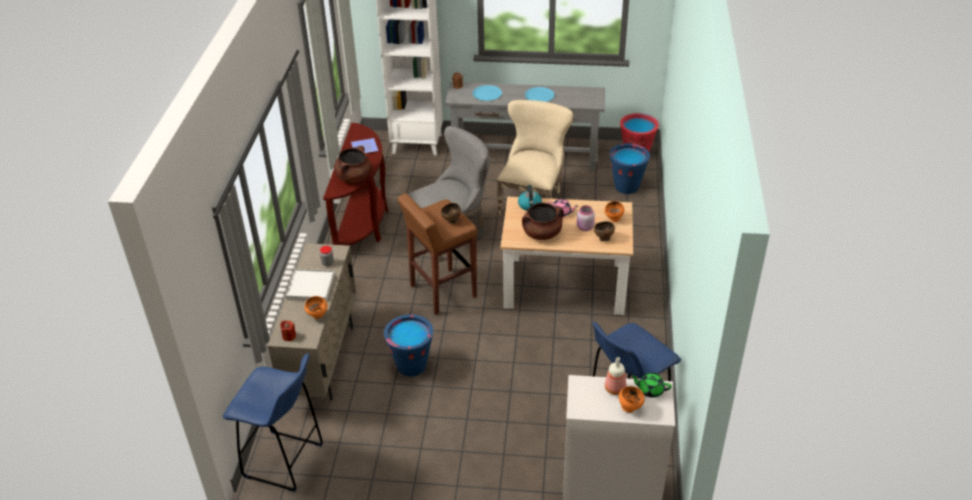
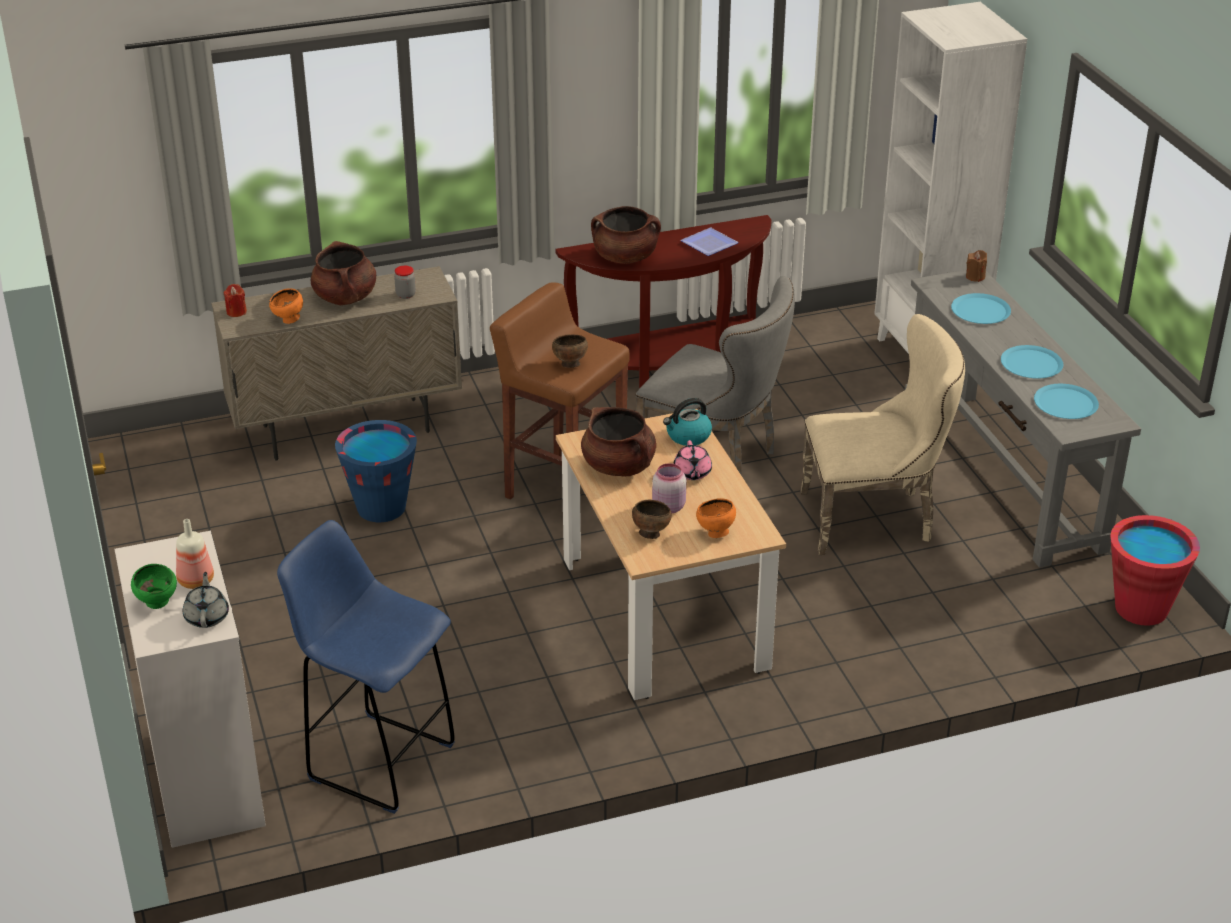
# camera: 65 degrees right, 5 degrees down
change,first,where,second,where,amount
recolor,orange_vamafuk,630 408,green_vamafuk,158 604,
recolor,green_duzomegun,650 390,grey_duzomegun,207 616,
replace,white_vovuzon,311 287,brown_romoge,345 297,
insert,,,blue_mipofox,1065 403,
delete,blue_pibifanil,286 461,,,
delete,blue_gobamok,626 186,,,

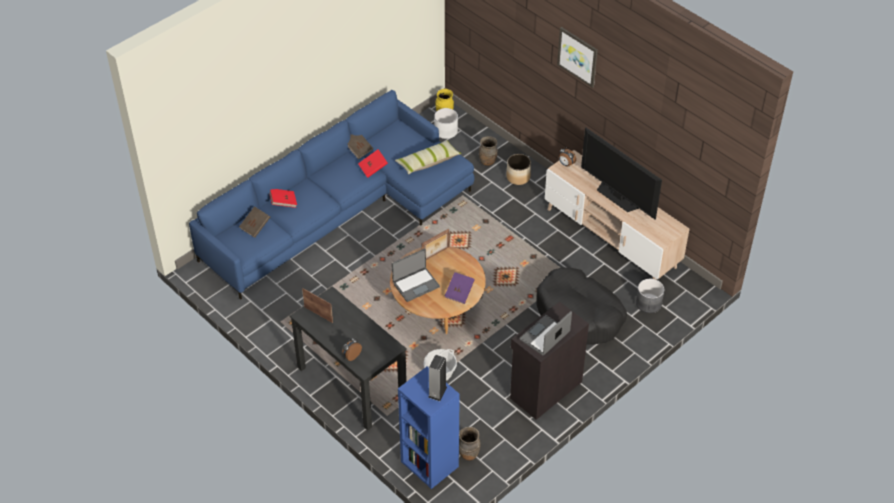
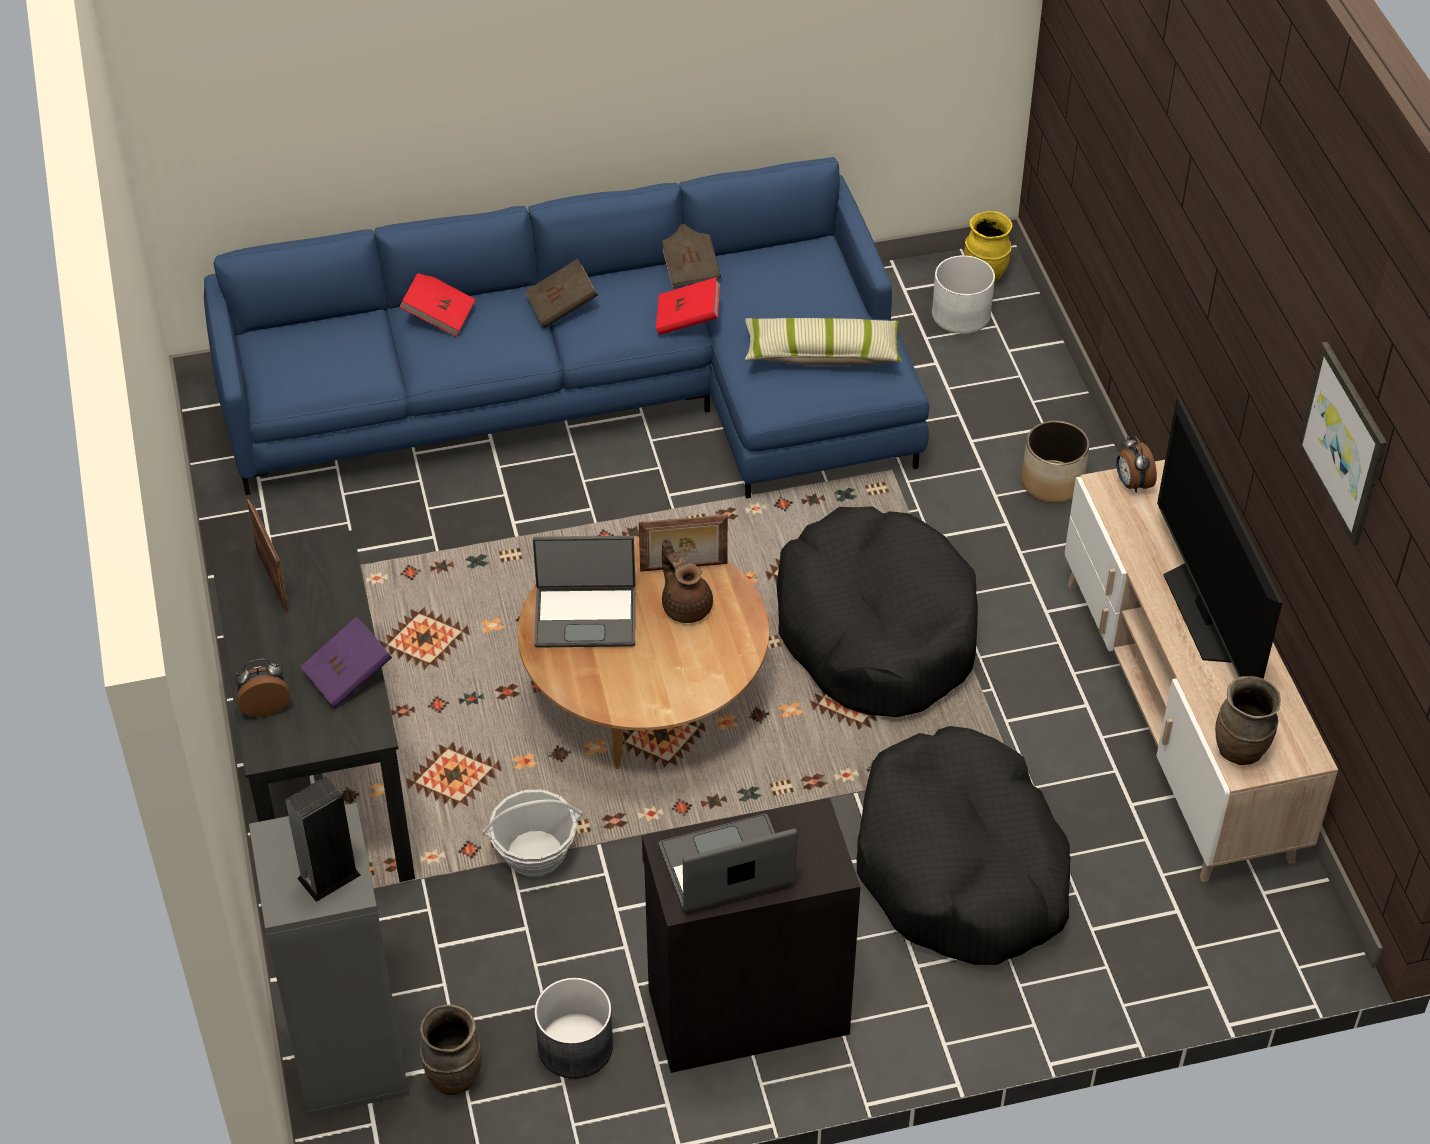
# camera: 30 degrees right, 0 degrees up
change,first,where,second,where,amount
recolor,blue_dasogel,429 464,grey_dasogel,348 1054,
move,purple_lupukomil,459 292,,348 676,
move,brown_lupukomil,255 227,,562 307,
move,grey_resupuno,648 303,,575 1045,
insert,,,brown_duzomegun,686 605,
insert,,,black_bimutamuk,876 631,
move,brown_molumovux,488 162,,1240 751,
move,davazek,578 56,,1345 442,

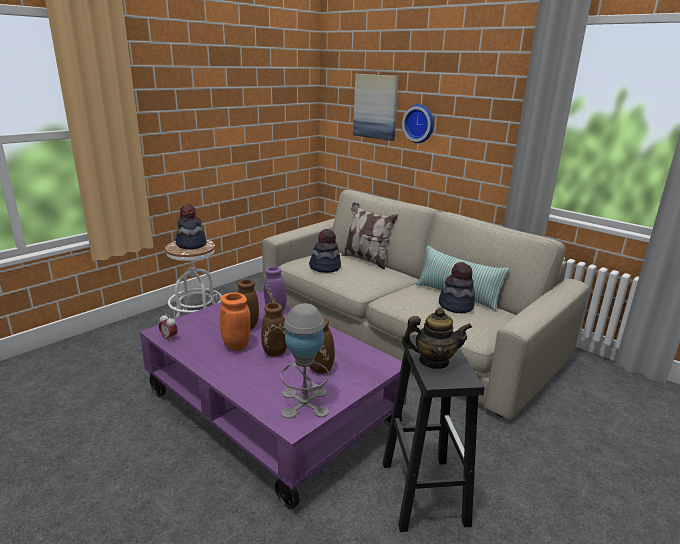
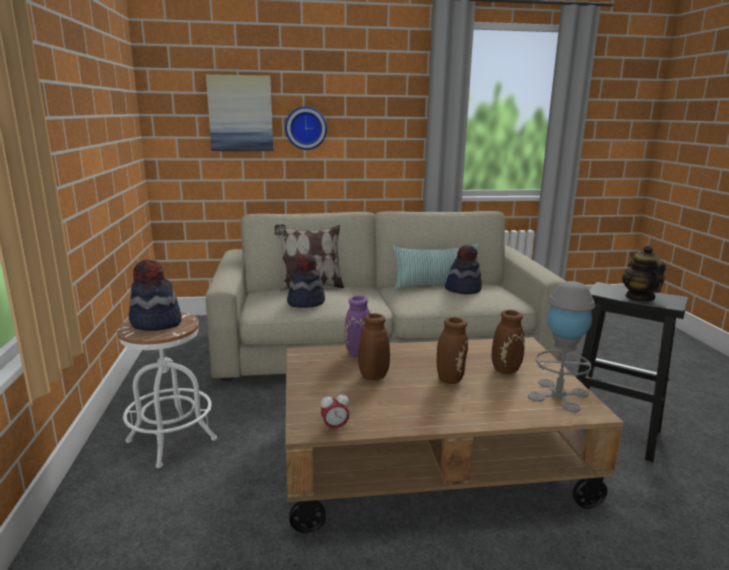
# camera: 50 degrees left, 5 degrees down
change,first,where,second,where,amount
recolor,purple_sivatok,271 408,brown_sivatok,428 458,
rotate,duzomegun,433 361,,639 297,45 degrees counterclockwise
delete,orange_molumovux,235 345,,,

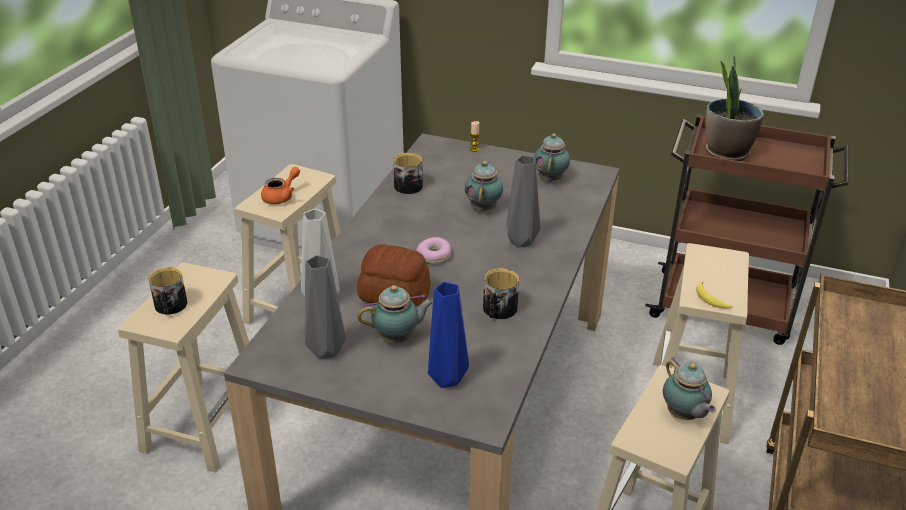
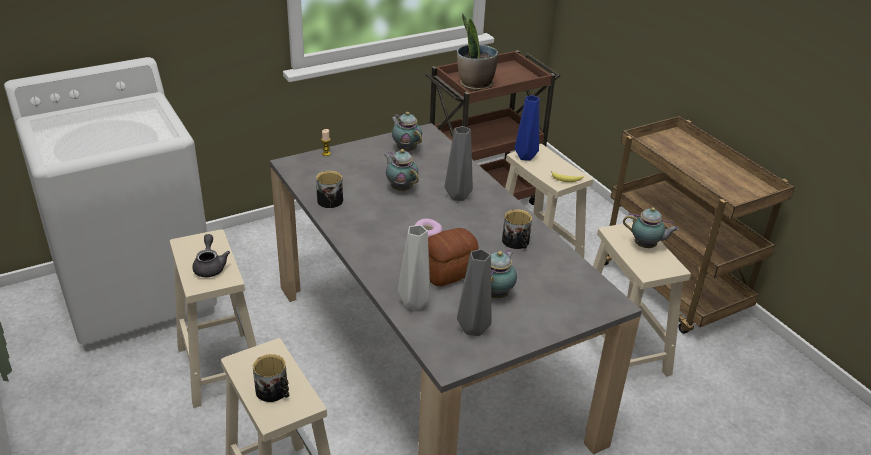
# camera: 50 degrees left, 0 degrees up
change,first,where,second,where,amount
recolor,orange_duzomegun,281 196,grey_duzomegun,210 266,
move,blue_molumovux,447 378,,525 156,

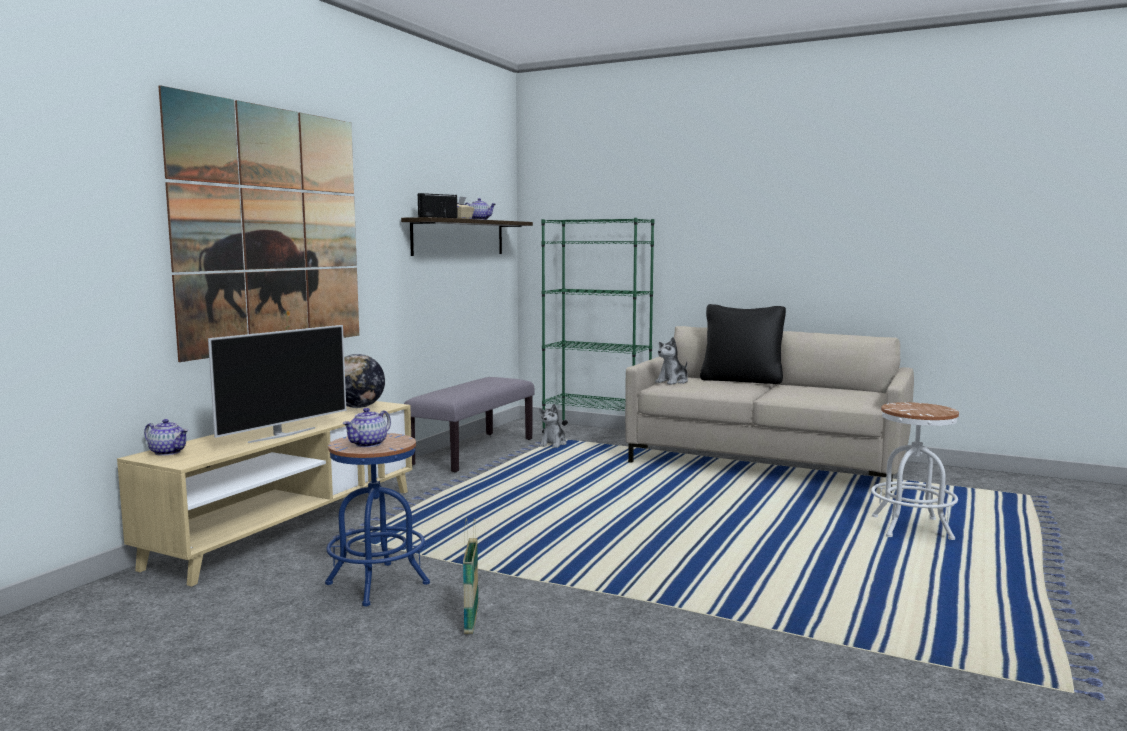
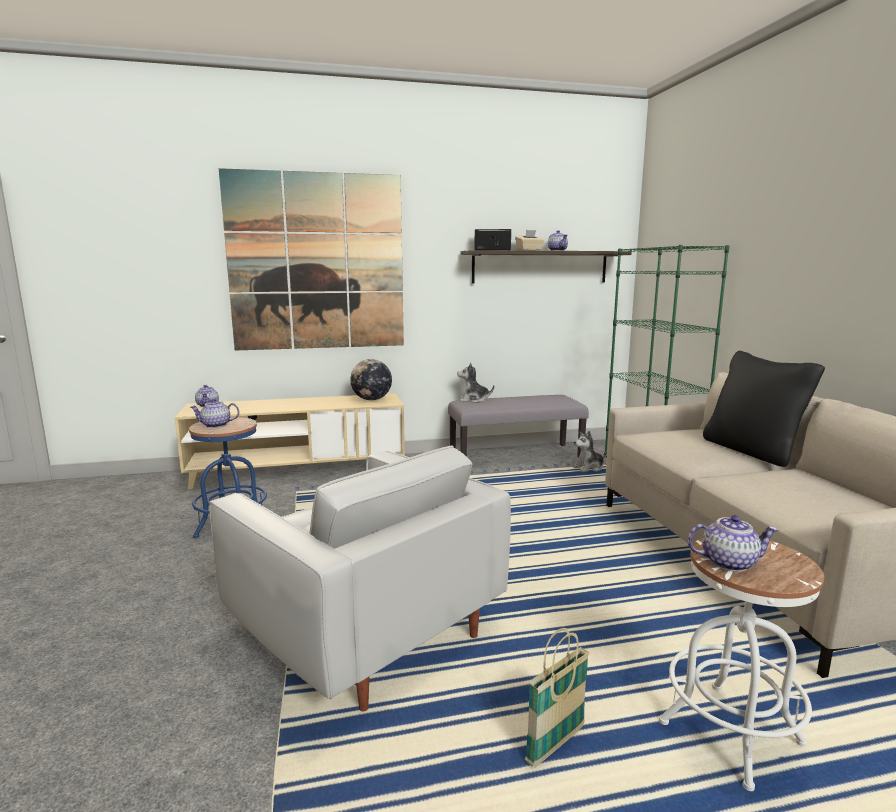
# camera: 50 degrees right, 5 degrees up
change,first,where,second,where,amount
insert,,,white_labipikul,363 628,
move,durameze,672 382,,473 400,
move,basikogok,471 620,,555 744,
insert,,,duzomegun,729 562,
delete,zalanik,281 435,,,

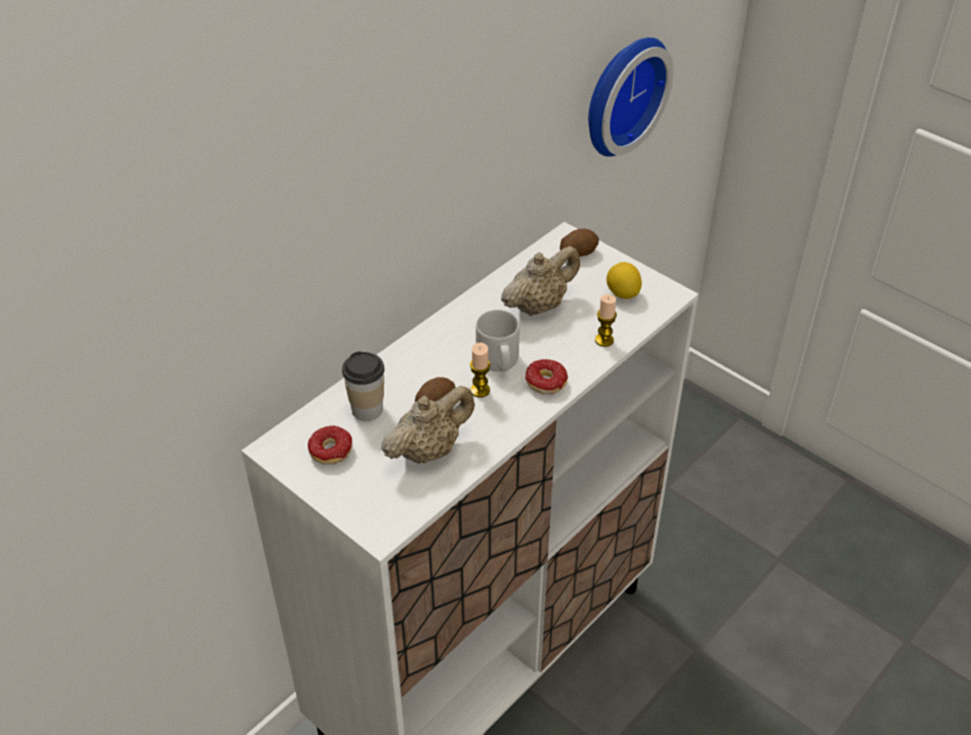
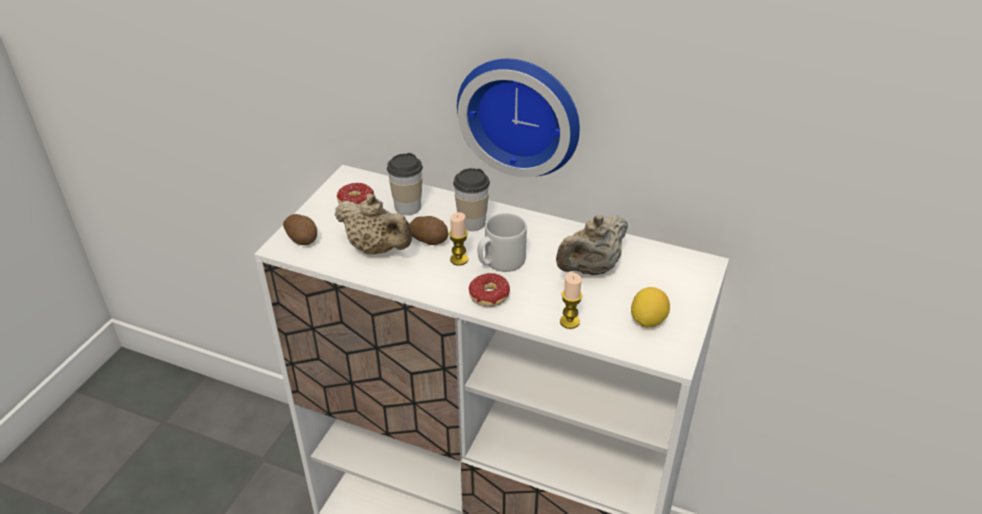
# camera: 70 degrees right, 5 degrees down
change,first,where,second,where,amount
move,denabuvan,577 252,,303 238,
insert,,,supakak,472 223,
move,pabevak,620 93,,521 114,
rotate,beige_duzomegun,539 305,,591 269,105 degrees clockwise

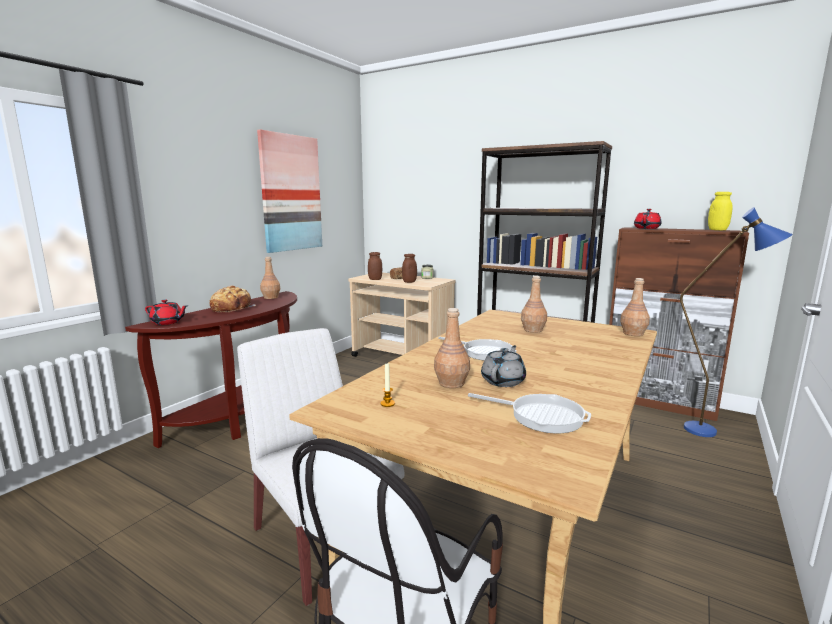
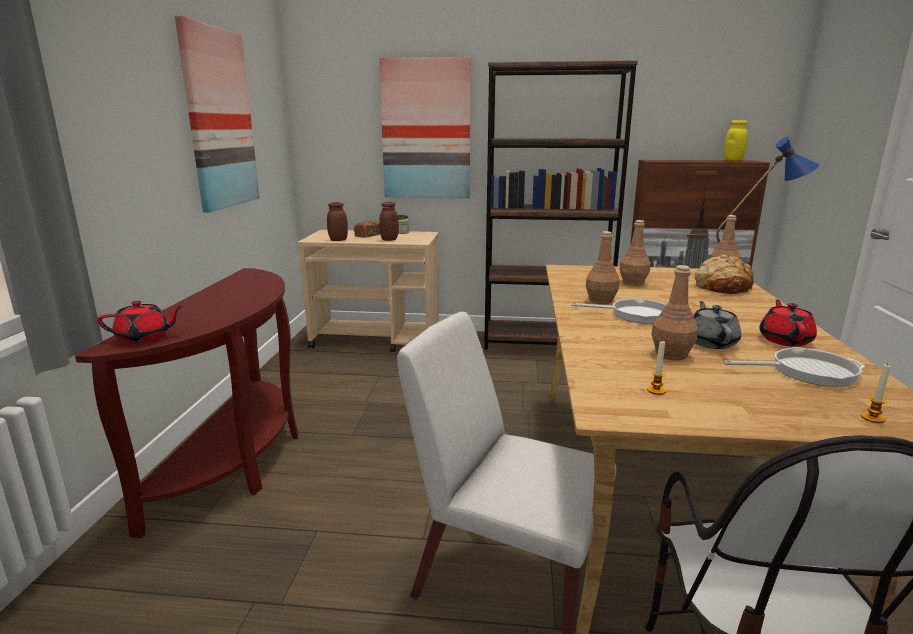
# camera: 25 degrees left, 5 degrees up
change,first,where,second,where,amount
insert,,,davazek,426 130,
move,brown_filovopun,270 297,,600 301,
move,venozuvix,232 308,,722 286,
move,red_duzomegun,647 228,,785 340,
insert,,,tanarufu,872 418,

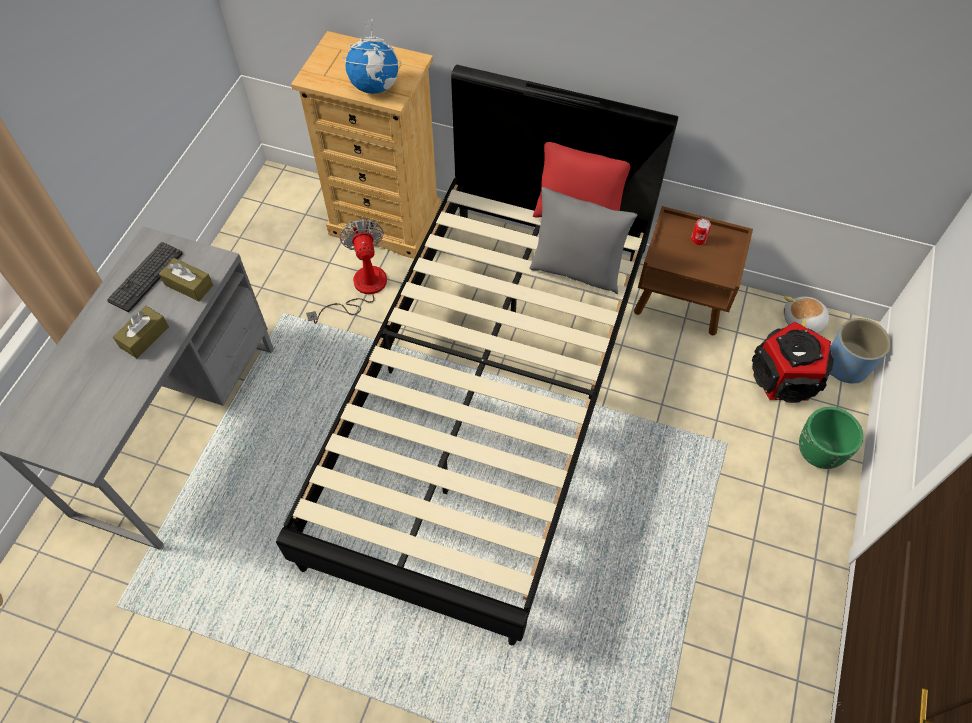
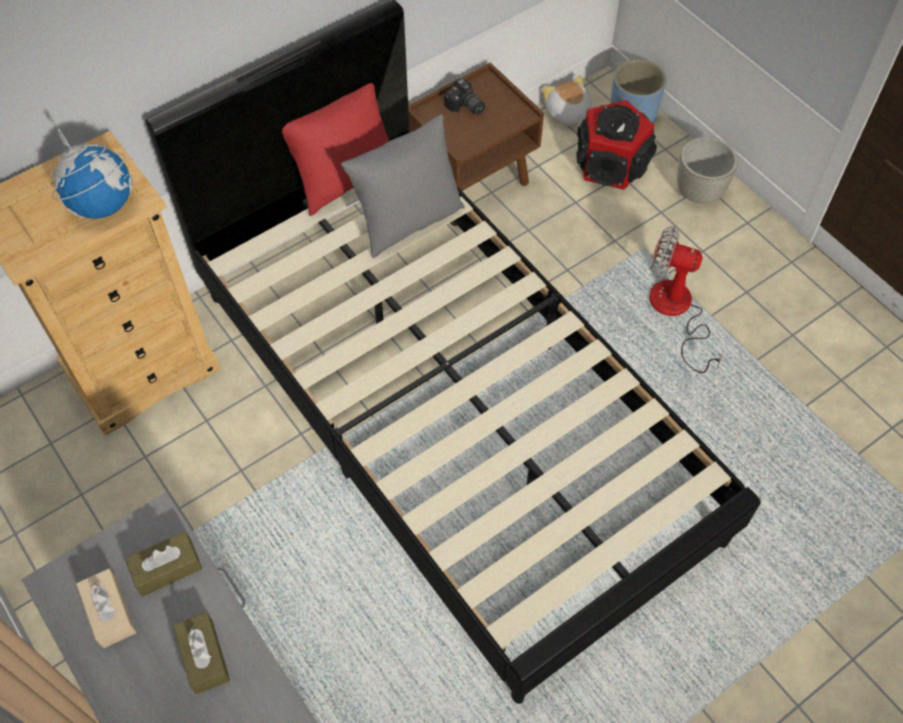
# camera: 55 degrees left, 0 degrees up
change,first,where,second,where,amount
replace,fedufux,146 277,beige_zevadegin,110 612,
replace,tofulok,698 239,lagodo,465 107,
rotate,durameze,803 323,,567 114,135 degrees clockwise
move,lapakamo,361 289,,676 312,
recolor,green_resupuno,818 453,grey_resupuno,699 192,

